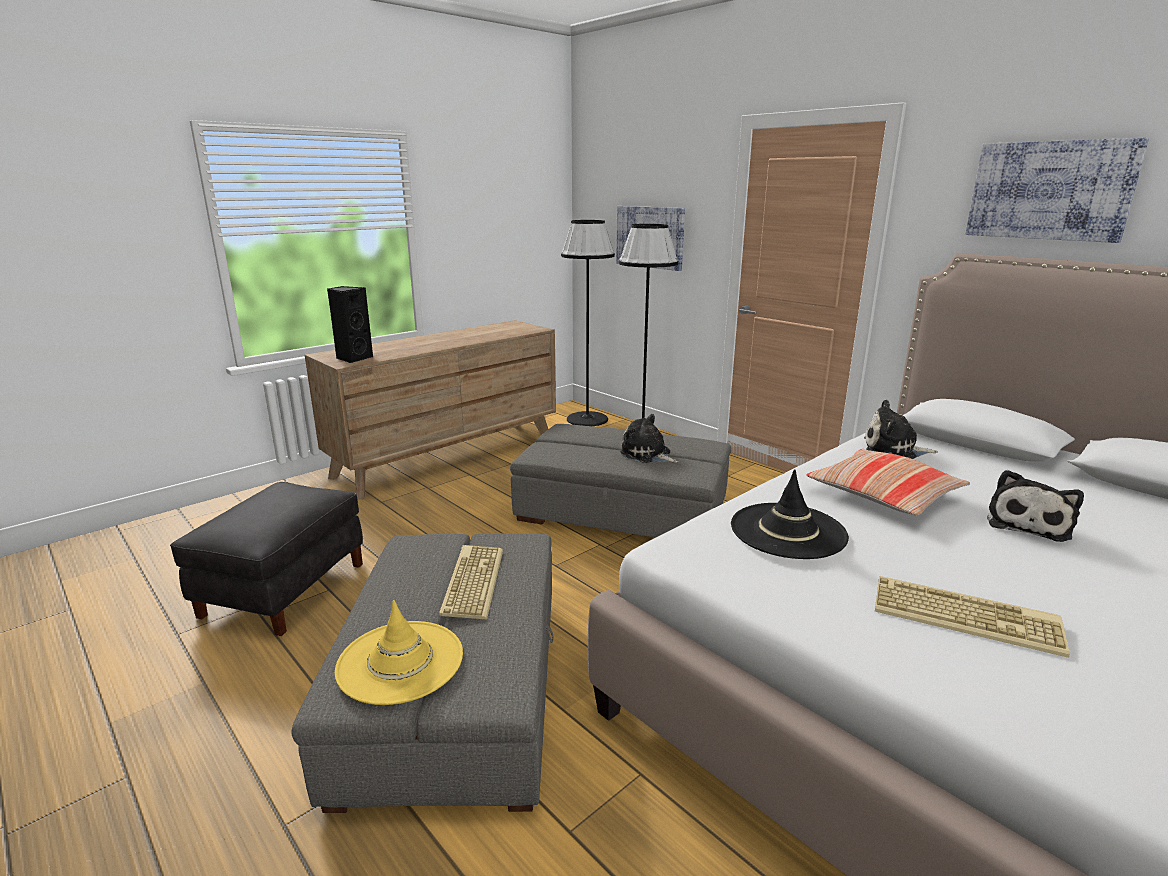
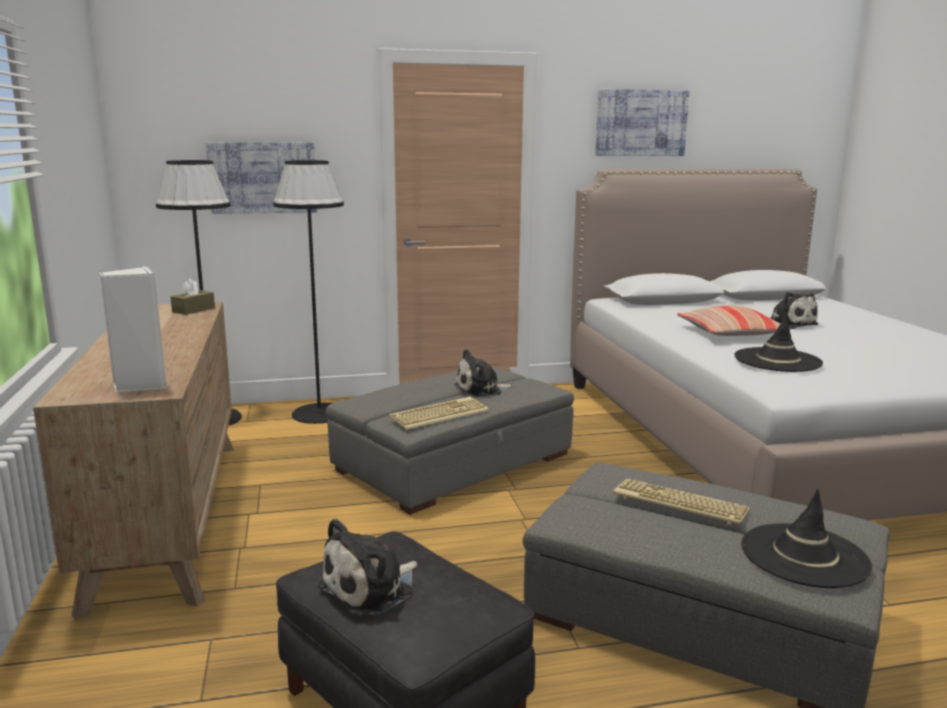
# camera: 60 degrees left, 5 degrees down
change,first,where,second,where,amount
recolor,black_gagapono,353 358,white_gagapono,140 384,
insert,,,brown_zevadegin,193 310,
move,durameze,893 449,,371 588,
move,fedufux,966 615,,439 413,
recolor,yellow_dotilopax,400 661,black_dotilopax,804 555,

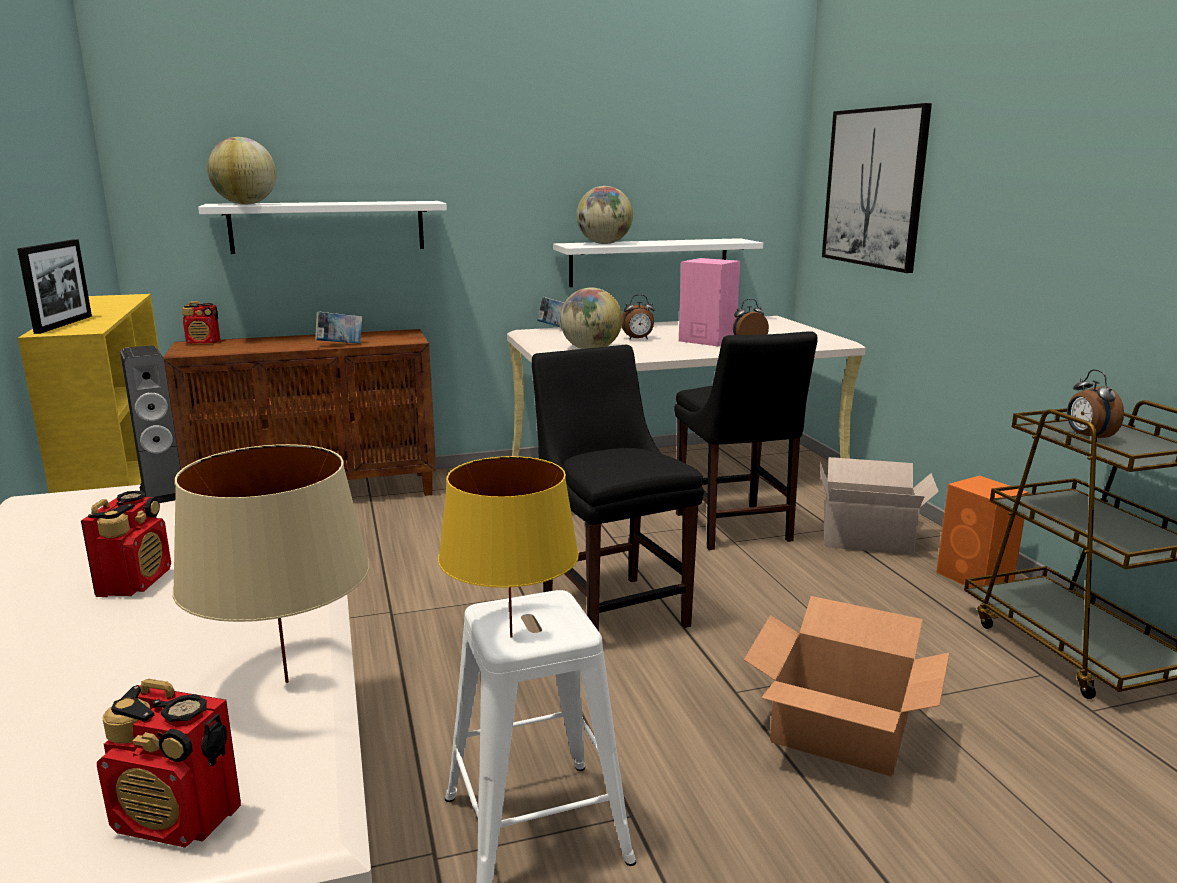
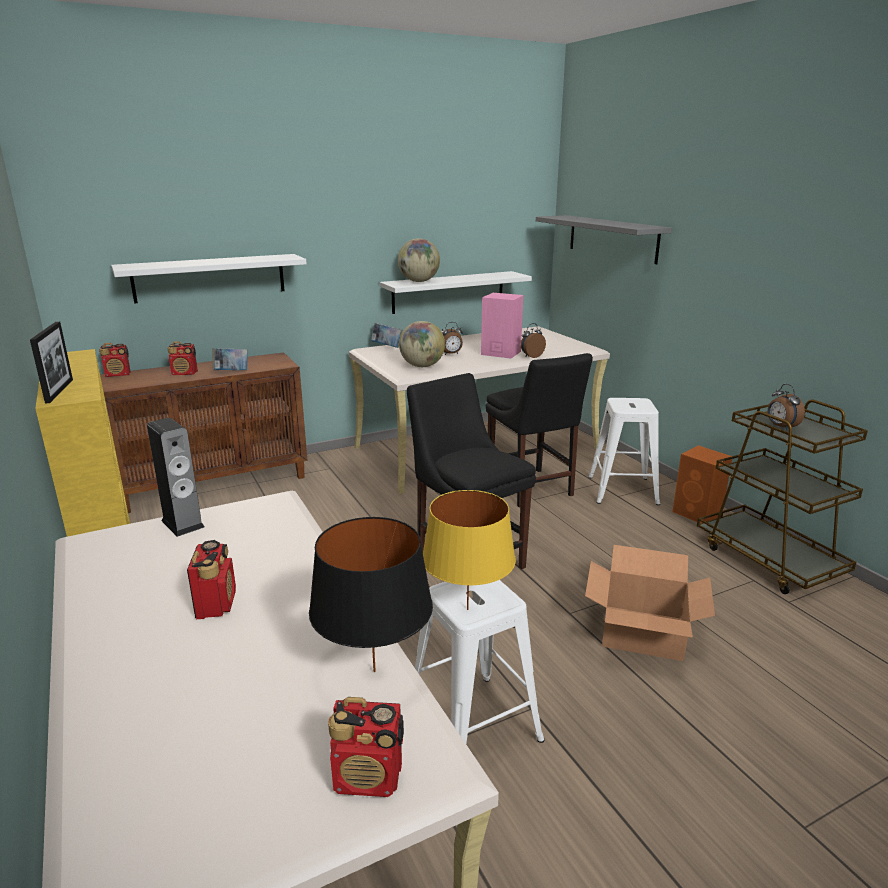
# camera: 10 degrees left, 5 degrees up
change,first,where,second,where,amount
insert,,,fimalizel,185 373,
recolor,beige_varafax,286 682,black_varafax,374 671,
replace,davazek,874 188,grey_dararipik,612 238,
replace,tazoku,870 540,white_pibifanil,623 490,
delete,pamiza,246 204,,,

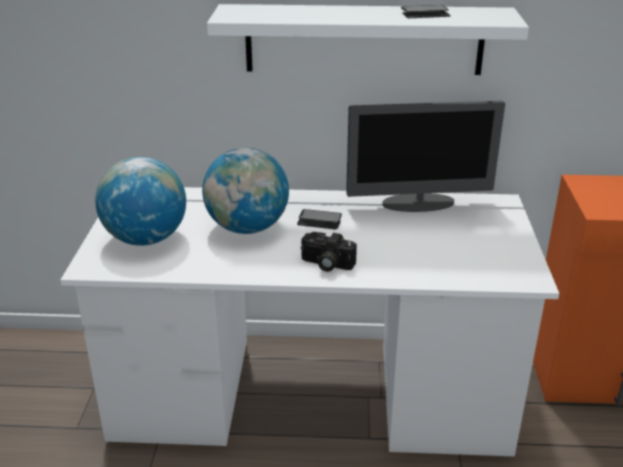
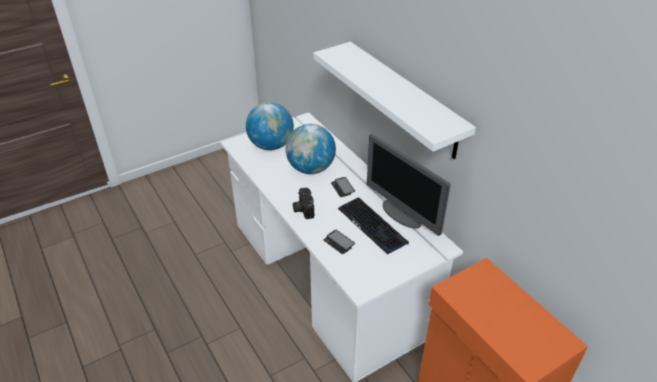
# camera: 55 degrees right, 10 degrees up
change,first,where,second,where,amount
move,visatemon,425 13,,339 242,
insert,,,fedufux,372 226,

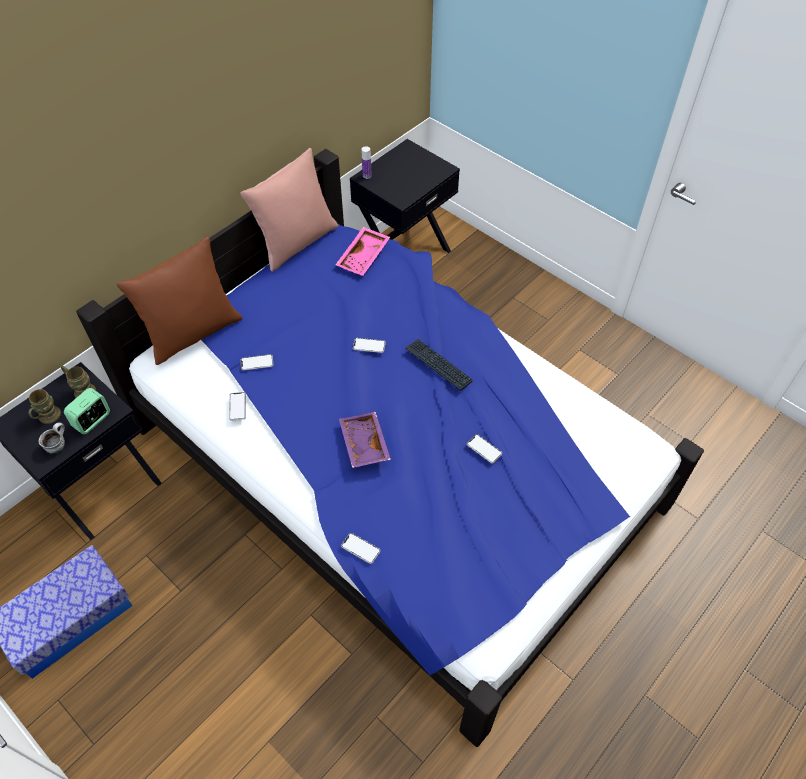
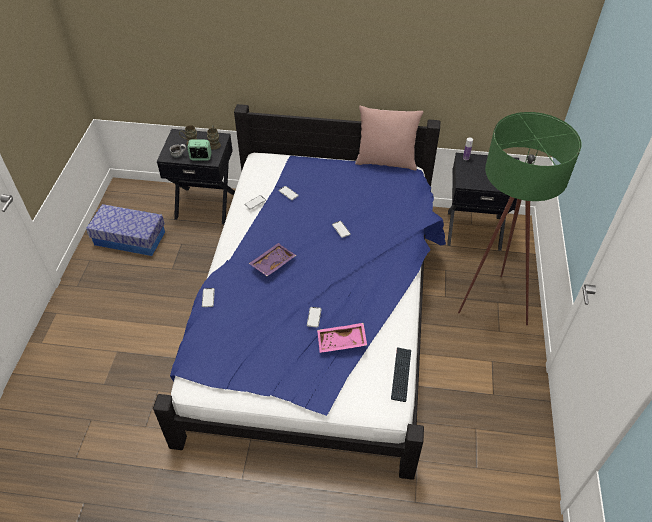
# camera: 55 degrees right, 5 degrees down
change,first,where,second,where,amount
move,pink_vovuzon,364 257,,341 342,
move,fedufux,438 365,,401 374,
insert,,,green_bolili,487 305,
delete,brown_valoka,193 333,,,

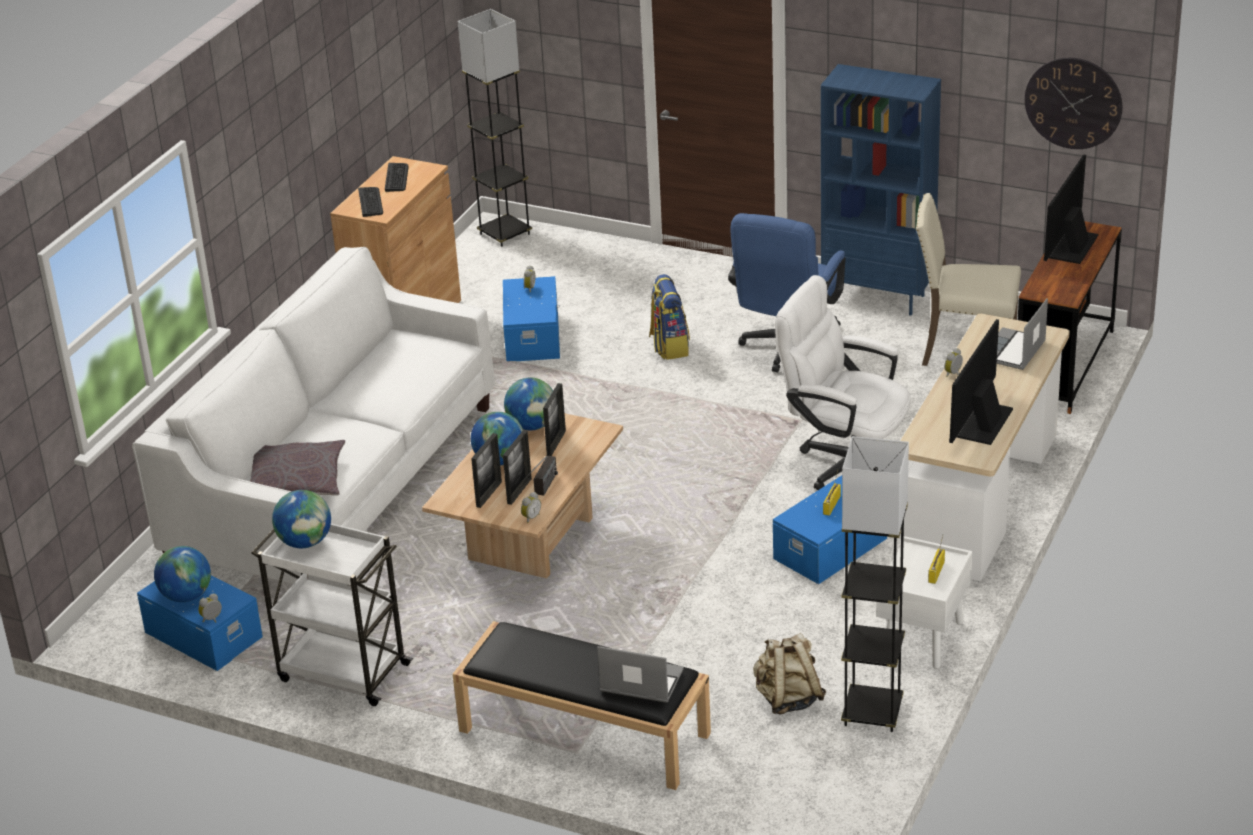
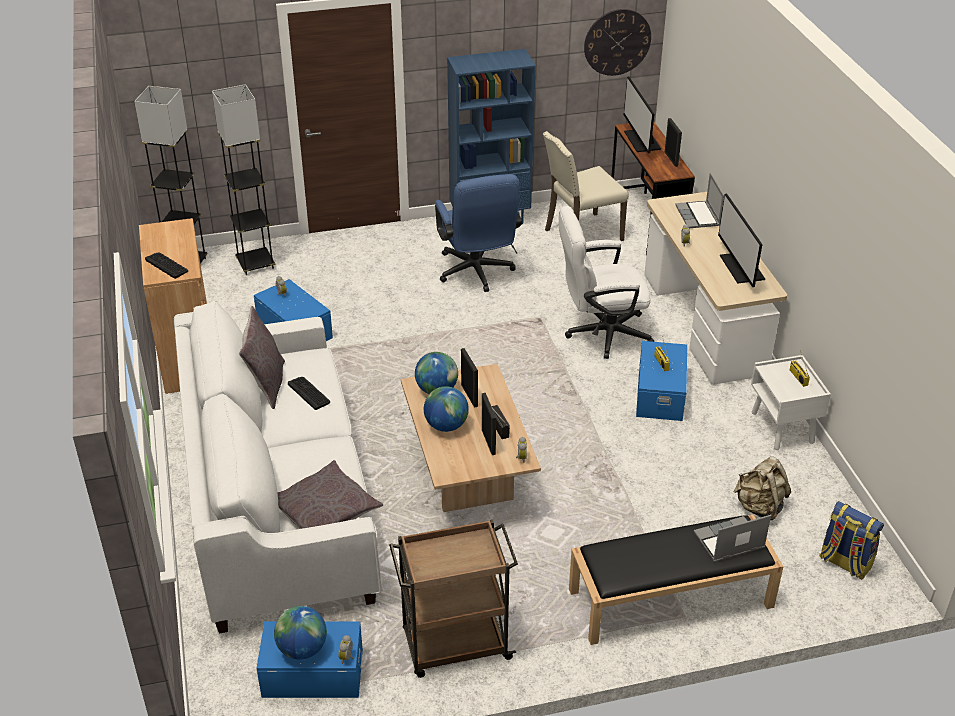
# camera: 40 degrees left, 5 degrees up
change,first,where,second,where,amount
move,grey_bolili,872 713,,255 264,
insert,,,grey_valoka,266 384,
move,fedufux,396 178,,309 393,
recolor,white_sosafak,341 672,brown_sosafak,454 645,
move,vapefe,489 494,,671 159,
move,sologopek,669 346,,844 562,
delete,pamiza,305 542,,,

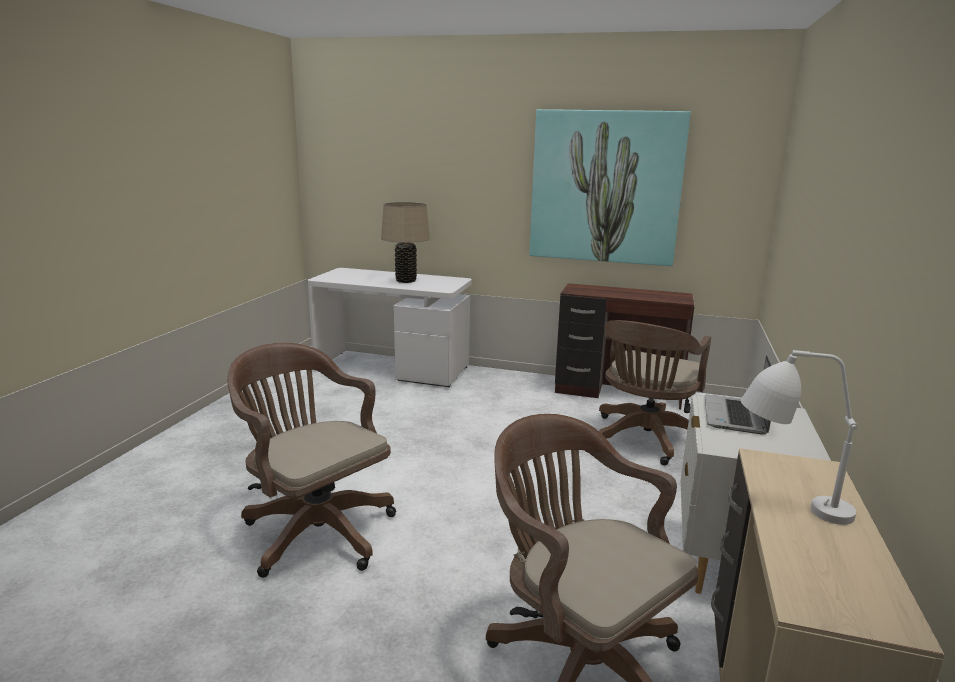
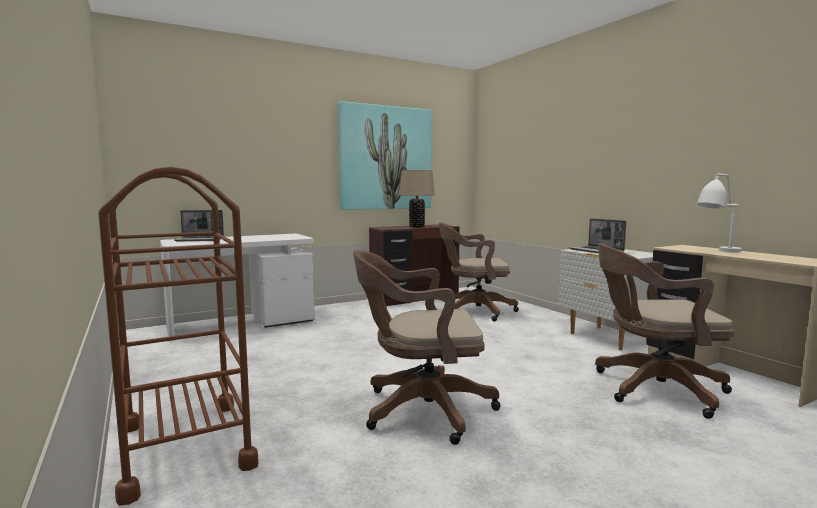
# camera: 45 degrees left, 10 degrees down
change,first,where,second,where,amount
insert,,,brown_sosafak,185 446,
insert,,,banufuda,200 240,
move,beige_varafax,406 281,,416 226,
rotate,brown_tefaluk,644 440,,474 311,105 degrees clockwise

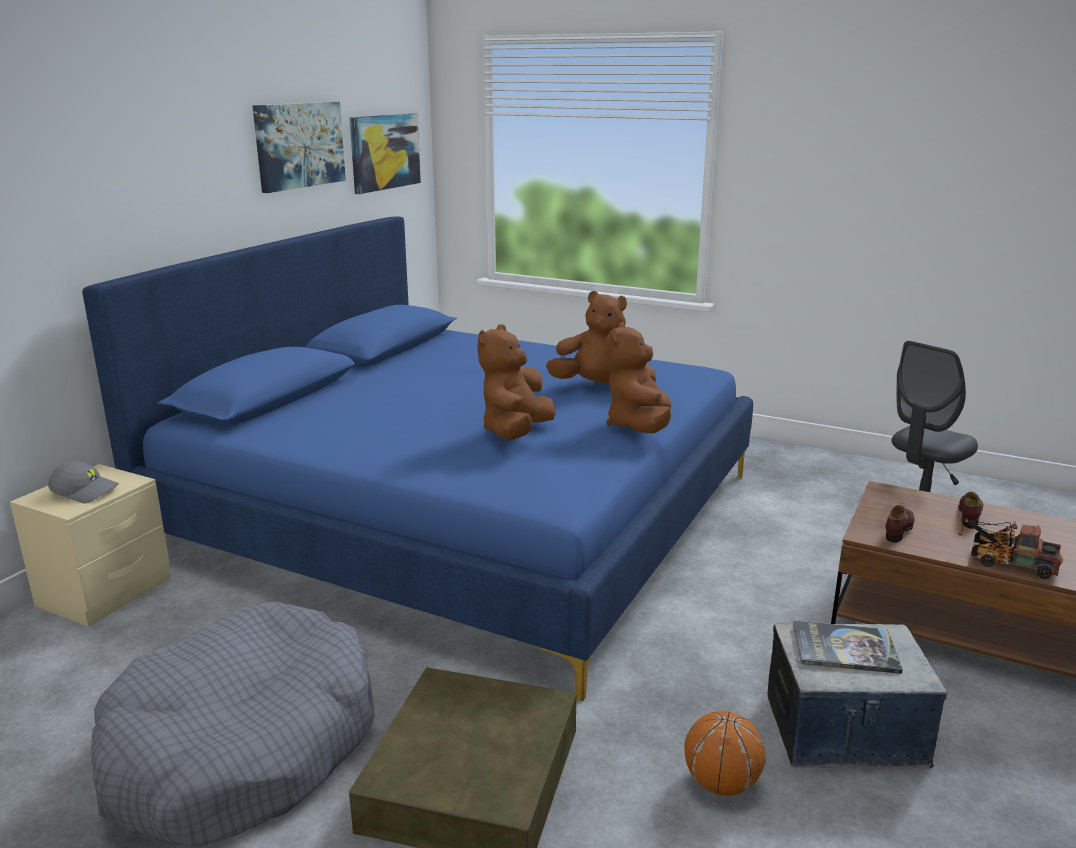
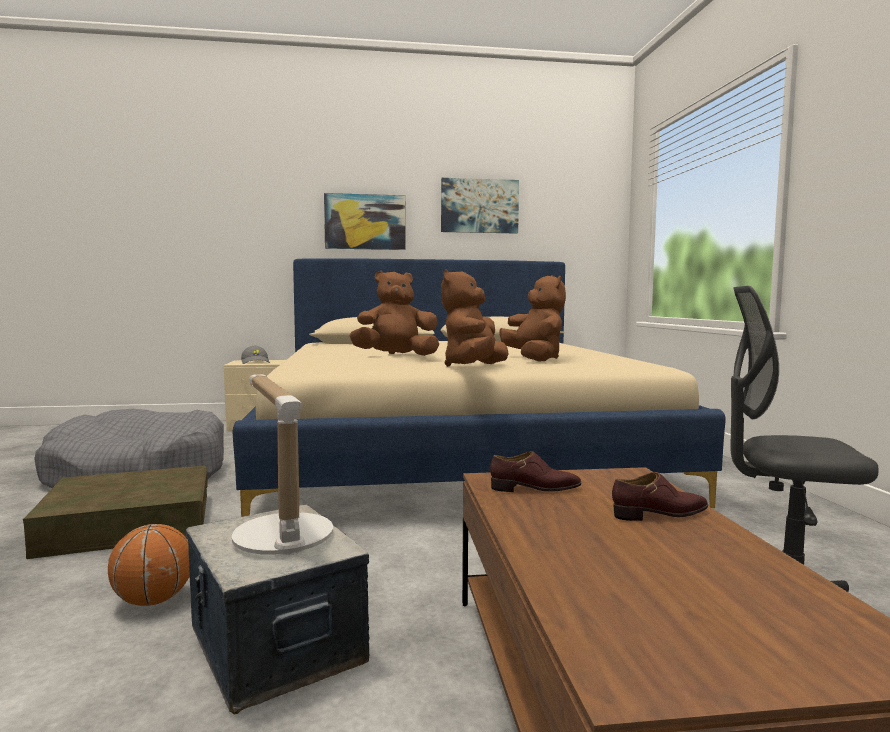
# camera: 55 degrees right, 15 degrees down
change,first,where,second,where,amount
replace,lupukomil,844 648,varafax,281 532,
recolor,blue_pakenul,465 512,beige_pakenul,453 452,
move,davazek,384 152,,365 222,
rotate,brown_durameze,639 426,,474 367,45 degrees counterclockwise
delete,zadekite,1006 563,,,

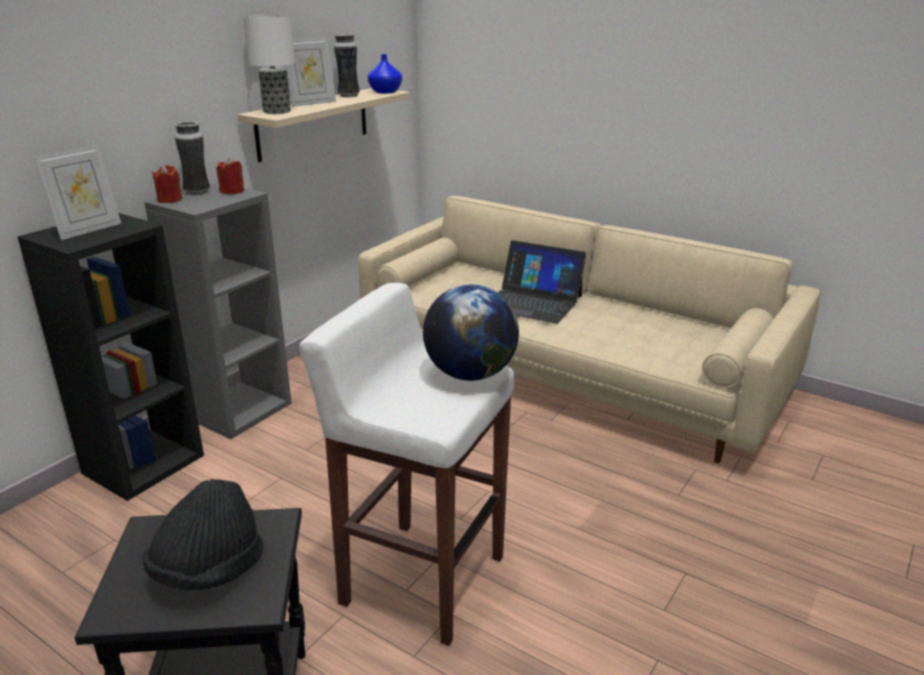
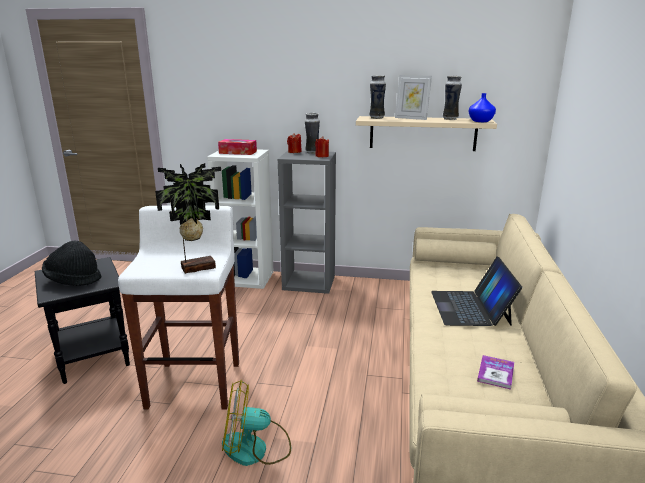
# camera: 65 degrees right, 5 degrees down
change,first,where,second,where,amount
replace,pamiza,470 374,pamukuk,197 267,
recolor,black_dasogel,144 463,white_dasogel,247 278,
replace,vapefe,88 230,zevadegin,238 152,
insert,,,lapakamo,255 448,
replace,varafax,276 111,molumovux,376 118,
insert,,,lupukomil,495 373,

